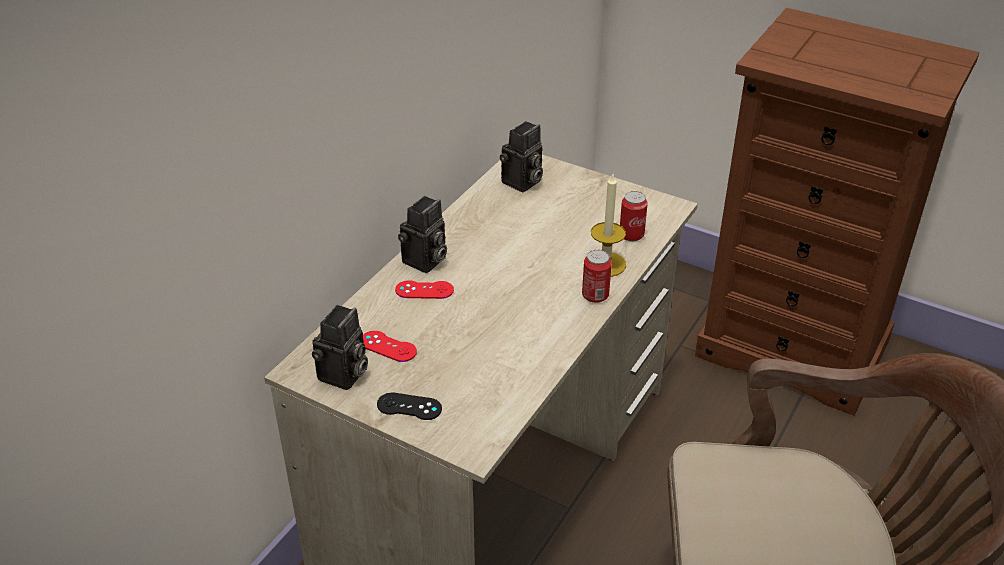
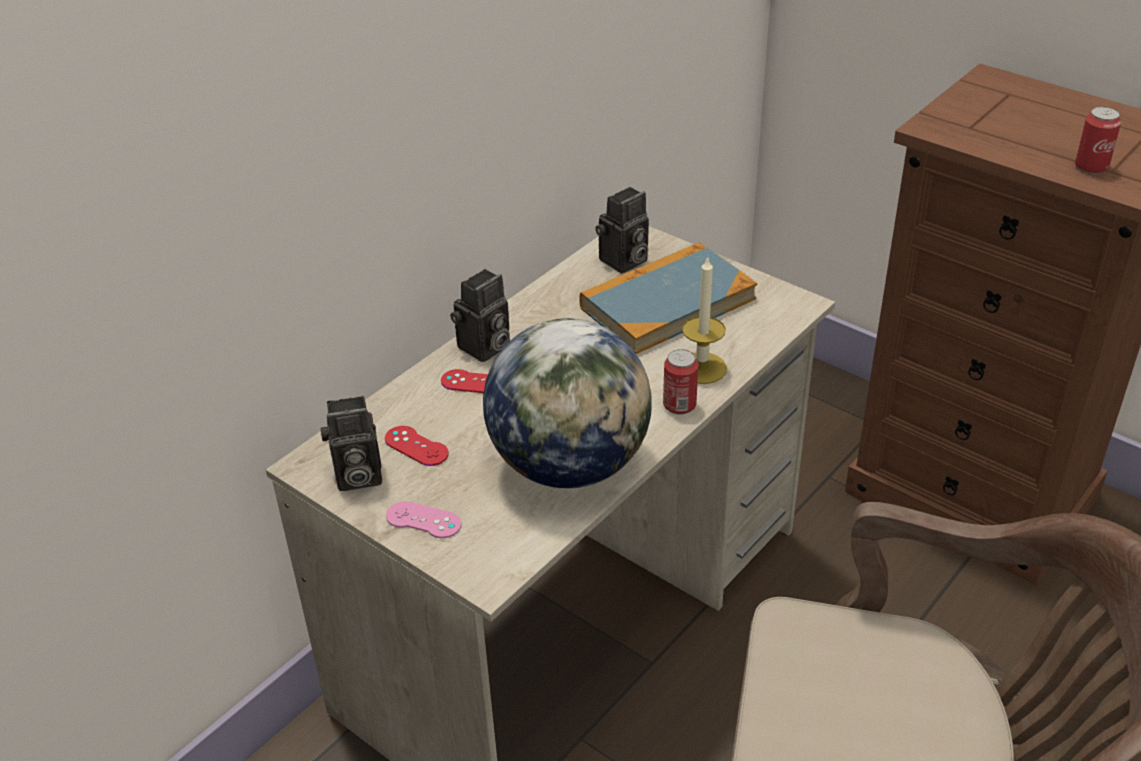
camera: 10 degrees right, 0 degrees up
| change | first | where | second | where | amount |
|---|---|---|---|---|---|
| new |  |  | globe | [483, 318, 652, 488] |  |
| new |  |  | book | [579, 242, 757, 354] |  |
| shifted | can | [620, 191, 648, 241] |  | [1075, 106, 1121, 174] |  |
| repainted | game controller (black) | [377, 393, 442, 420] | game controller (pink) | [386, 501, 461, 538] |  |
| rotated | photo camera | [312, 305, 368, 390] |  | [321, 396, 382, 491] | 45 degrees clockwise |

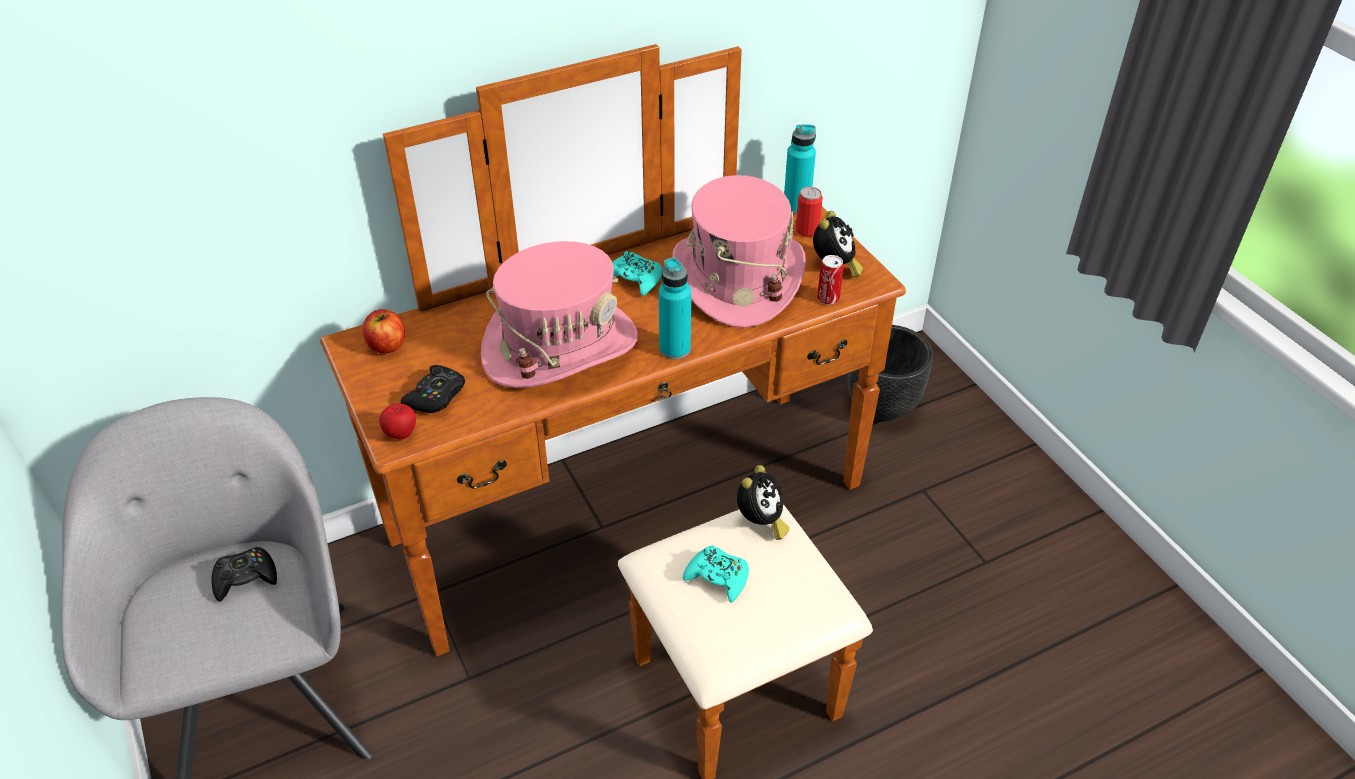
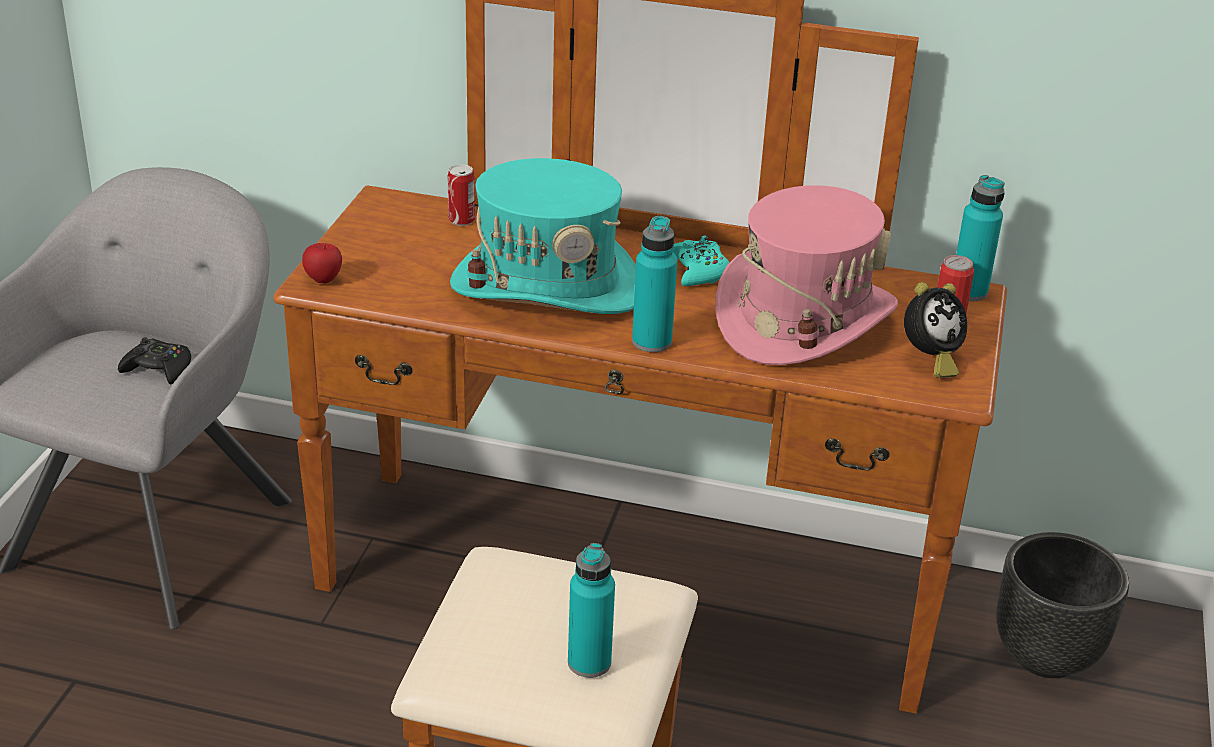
camera: 40 degrees right, 10 degrees down
| change | first | where | second | where | amount |
|---|---|---|---|---|---|
| gone | apple | [362, 309, 405, 354] |  |  |  |
| gone | game controller (black) | [400, 365, 465, 413] |  |  |  |
| gone | game controller (turquoise) | [683, 546, 749, 602] |  |  |  |
| gone | alarm clock | [737, 465, 789, 540] |  |  |  |
| new |  |  | bottle (turquoise) | [568, 543, 615, 678] |  |
| shifted | can | [817, 255, 844, 305] |  | [448, 164, 475, 226] |  |
| repainted | hat (pink) | [481, 241, 638, 388] | hat (turquoise) | [450, 158, 636, 314] |  |

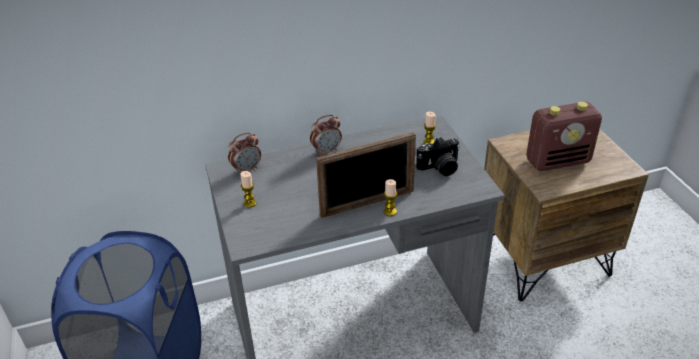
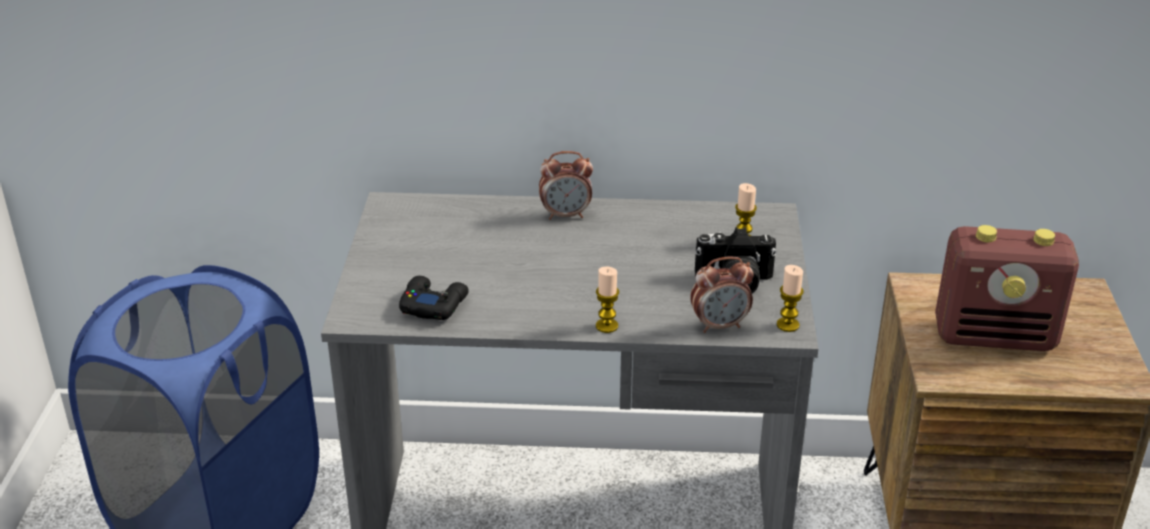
camera: 20 degrees right, 5 degrees down
| change | first | where | second | where | amount |
|---|---|---|---|---|---|
| gone | picture frame | [316, 132, 416, 218] |  |  |  |
| new |  |  | game controller (black) | [399, 276, 469, 320] |  |
| shifted | alarm clock | [228, 132, 261, 175] |  | [690, 256, 754, 333] |  |
| shifted | candle | [240, 171, 256, 208] |  | [777, 265, 804, 332] |  |

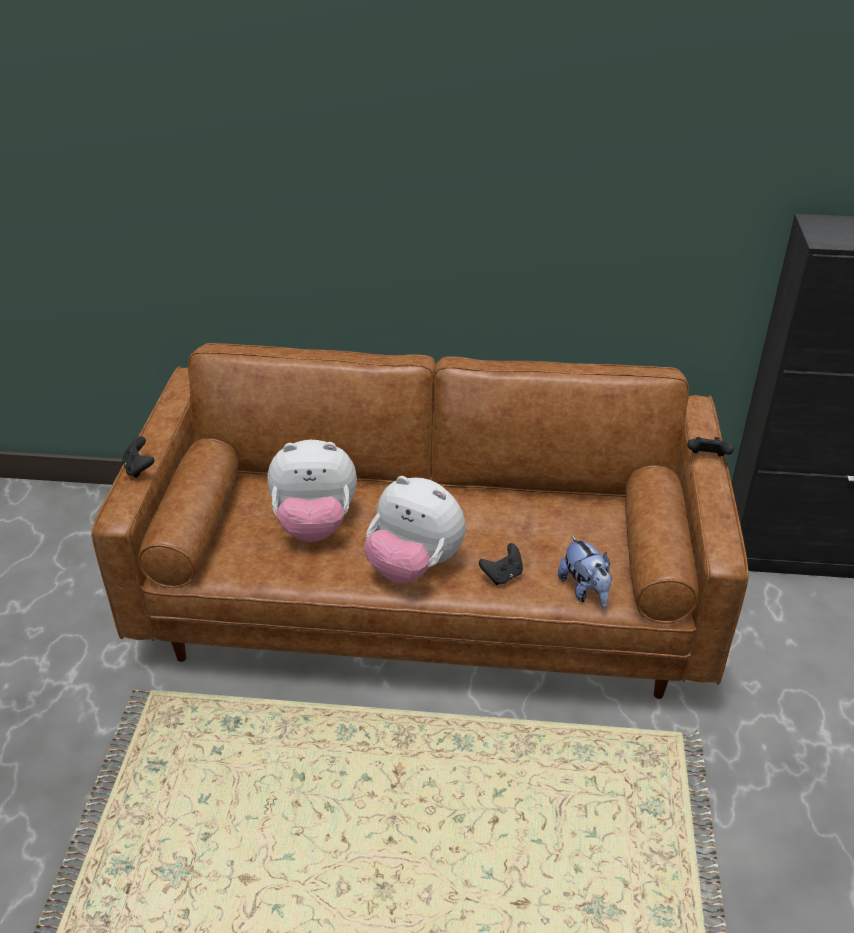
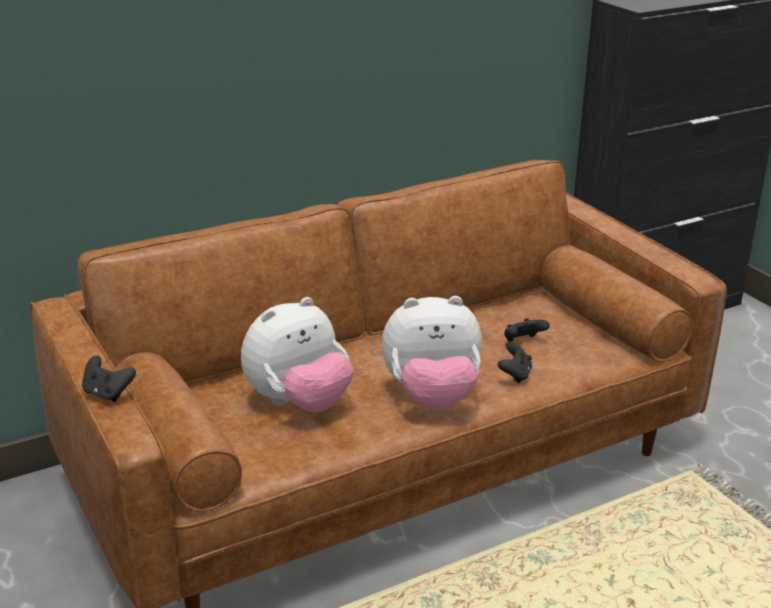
camera: 35 degrees left, 10 degrees down
| change | first | where | second | where | amount |
|---|---|---|---|---|---|
| gone | plush toy | [558, 535, 612, 608] |  |  |  |
| shifted | game controller (black) | [687, 437, 734, 457] |  | [504, 318, 550, 341] |  |

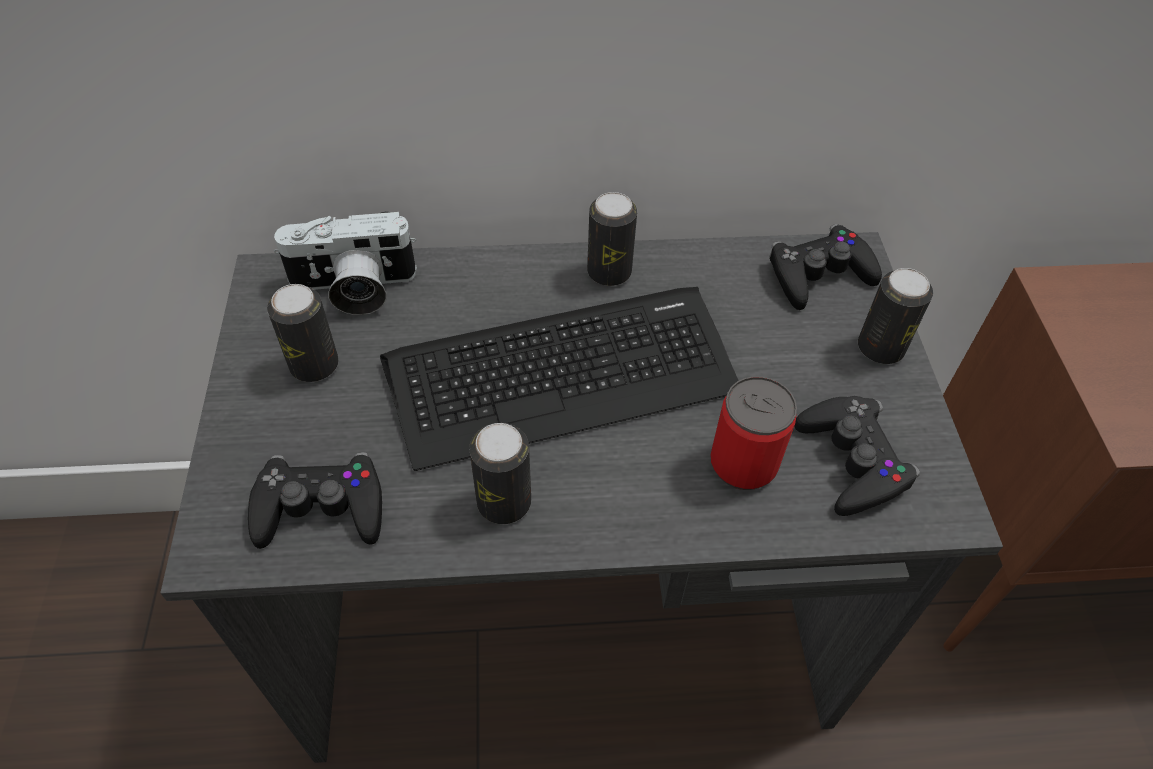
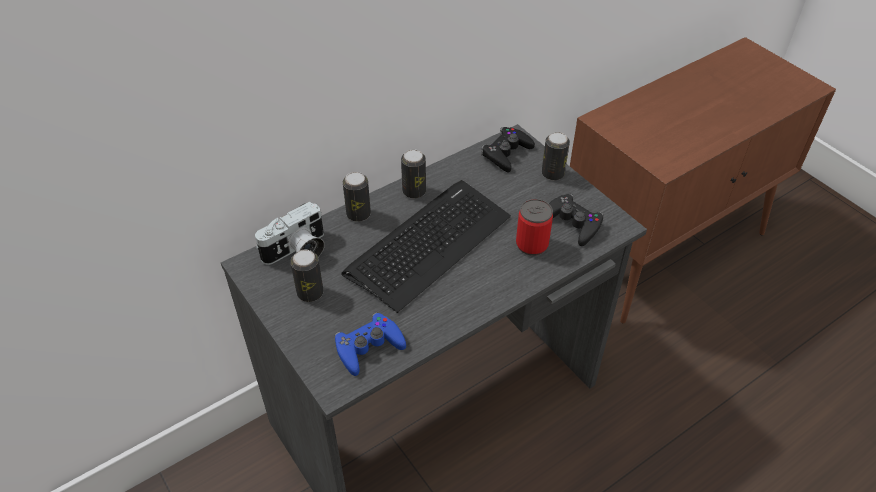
camera: 30 degrees left, 5 degrees down
| change | first | where | second | where | amount |
|---|---|---|---|---|---|
| shifted | can | [469, 423, 531, 524] |  | [343, 172, 371, 222] |  |
| repainted | game controller (black) | [248, 452, 382, 549] | game controller (blue) | [335, 312, 406, 376] |  |

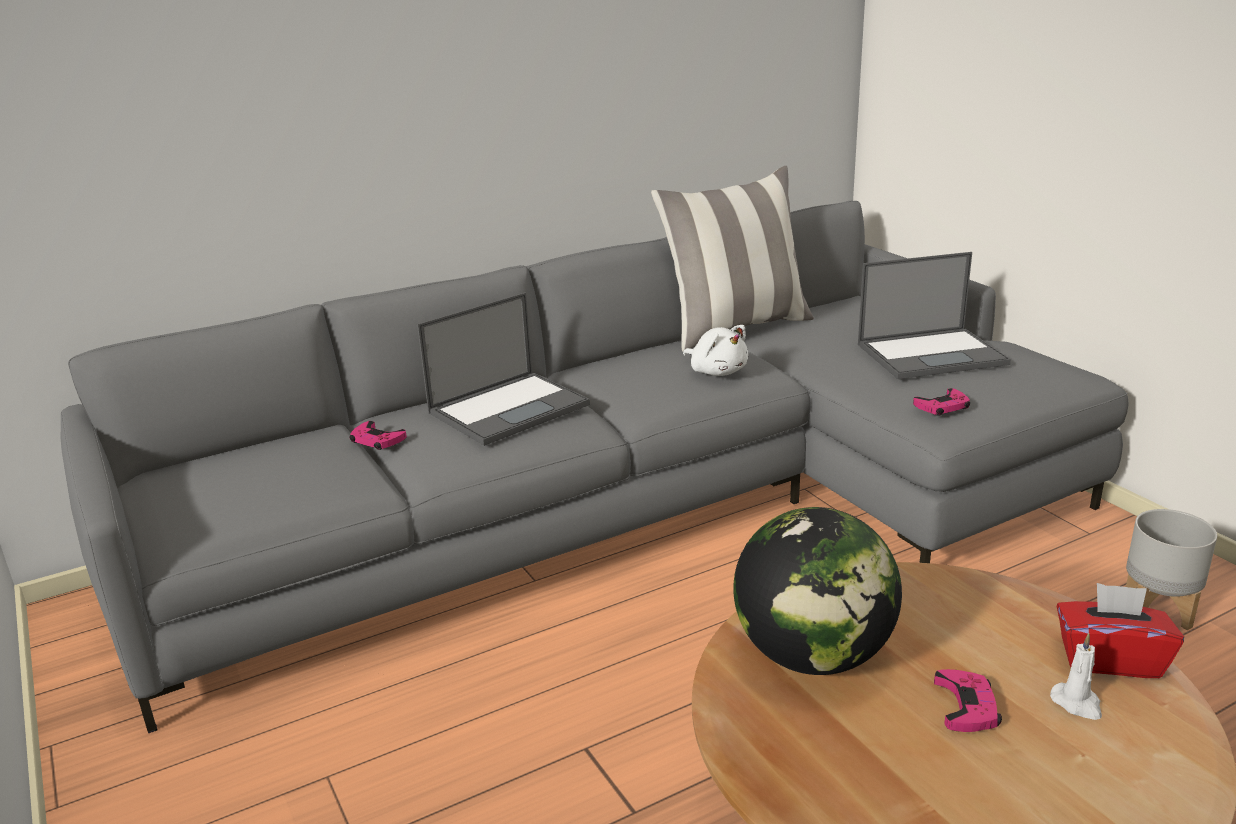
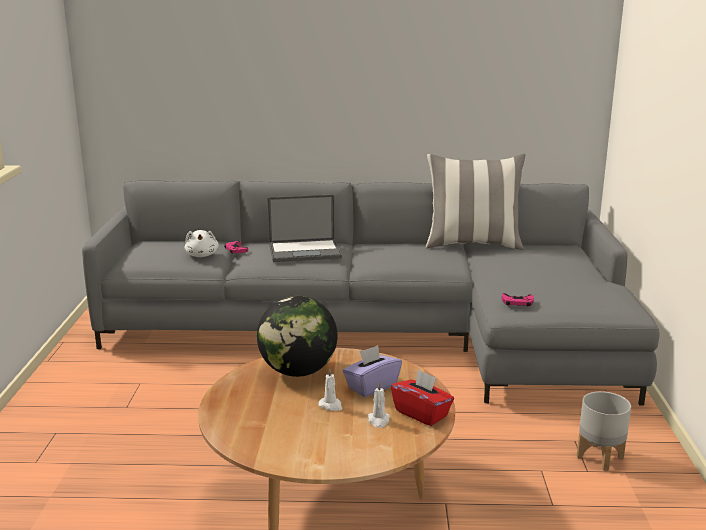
camera: 30 degrees right, 5 degrees down
| change | first | where | second | where | amount |
|---|---|---|---|---|---|
| gone | laptop | [858, 252, 1011, 379] |  |  |  |
| new |  |  | tissue box (purple) | [343, 345, 402, 397] |  |
| shifted | plush toy (white) | [683, 325, 748, 376] |  | [185, 230, 219, 257] |  |
| swapped | game controller (pink) | [934, 669, 1002, 732] | candle (white) | [318, 368, 342, 411] |  |

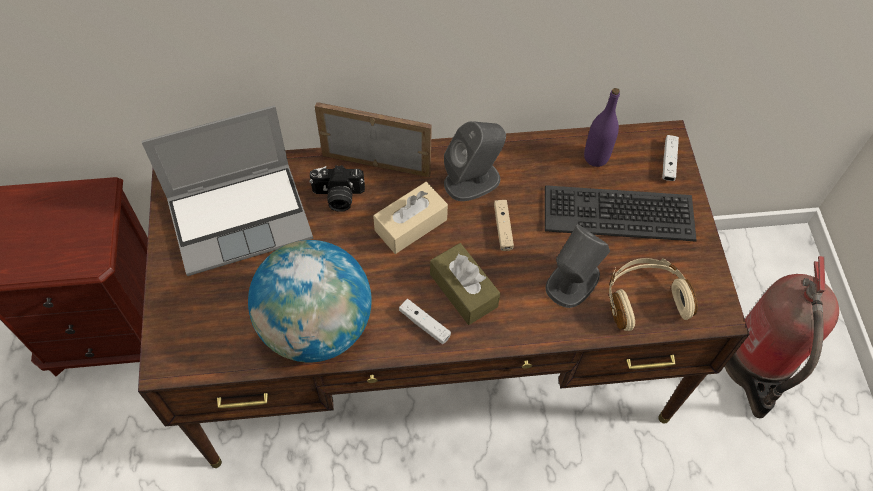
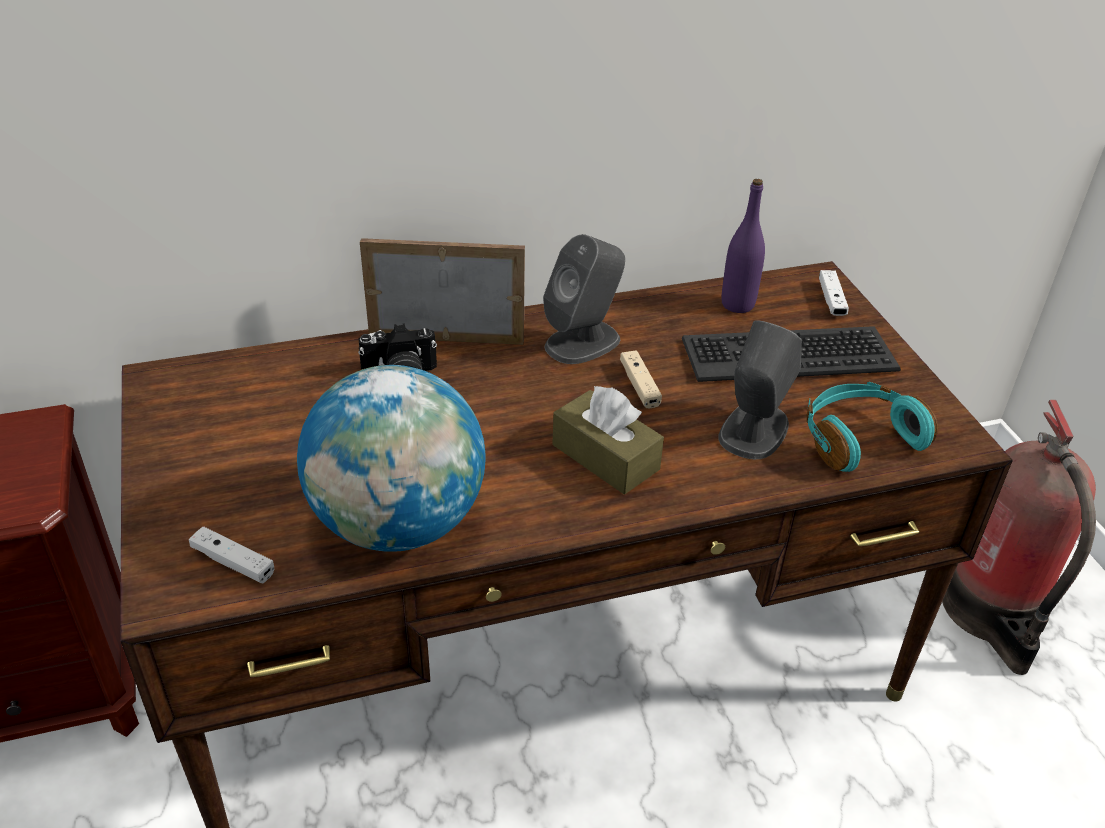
camera: 10 degrees left, 20 degrees down
| change | first | where | second | where | amount |
|---|---|---|---|---|---|
| gone | laptop | [141, 105, 313, 276] |  |  |  |
| gone | tissue box (beige) | [373, 182, 448, 254] |  |  |  |
| shifted | game controller (white) | [399, 299, 451, 344] |  | [189, 526, 274, 583] |  |
| repainted | headphones (beige) | [609, 258, 698, 331] | headphones (turquoise) | [807, 382, 938, 472] |  |

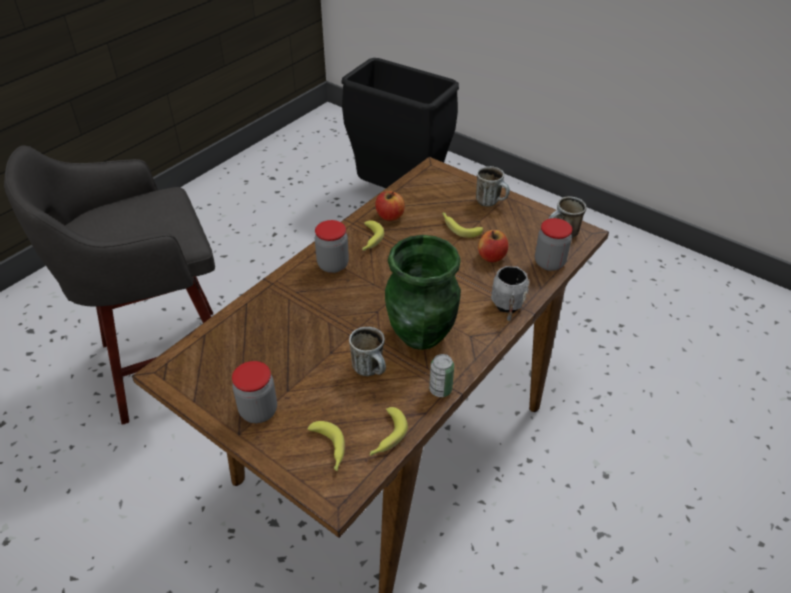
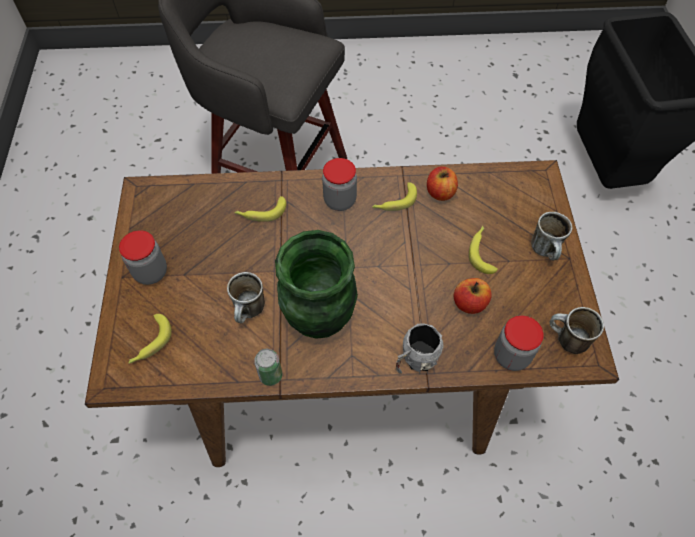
camera: 50 degrees right, 15 degrees up
| change | first | where | second | where | amount |
|---|---|---|---|---|---|
| shifted | banana | [370, 407, 408, 456] |  | [234, 196, 286, 222] |  |

